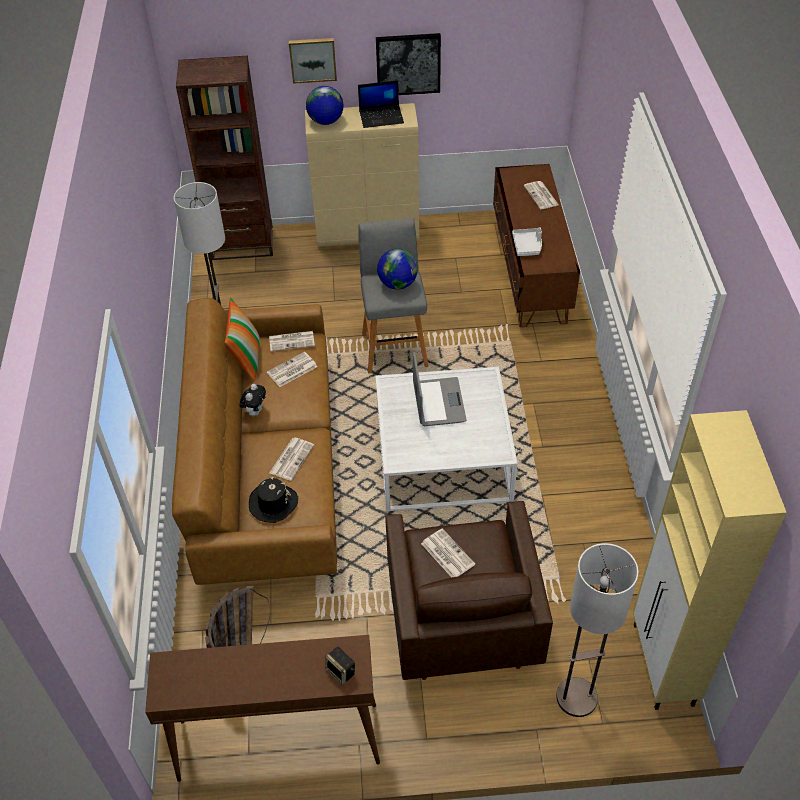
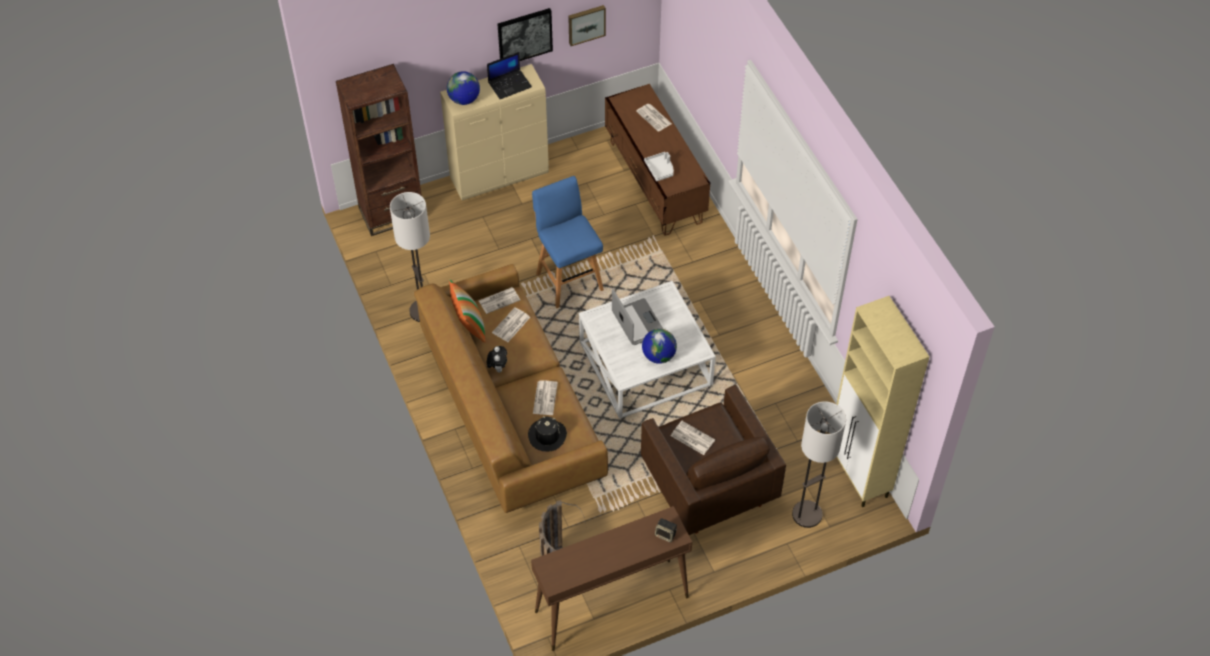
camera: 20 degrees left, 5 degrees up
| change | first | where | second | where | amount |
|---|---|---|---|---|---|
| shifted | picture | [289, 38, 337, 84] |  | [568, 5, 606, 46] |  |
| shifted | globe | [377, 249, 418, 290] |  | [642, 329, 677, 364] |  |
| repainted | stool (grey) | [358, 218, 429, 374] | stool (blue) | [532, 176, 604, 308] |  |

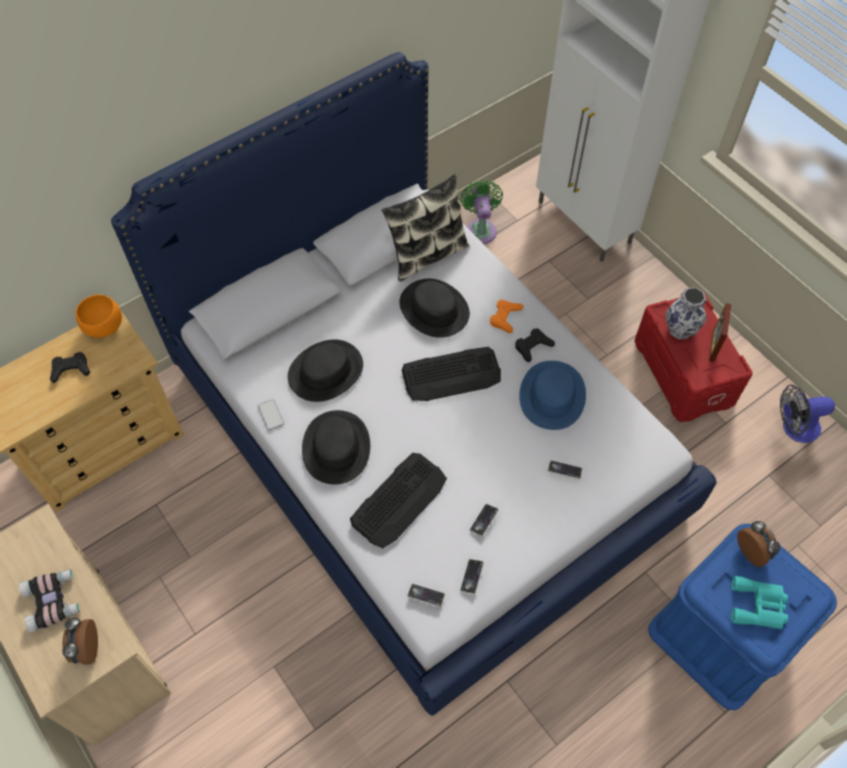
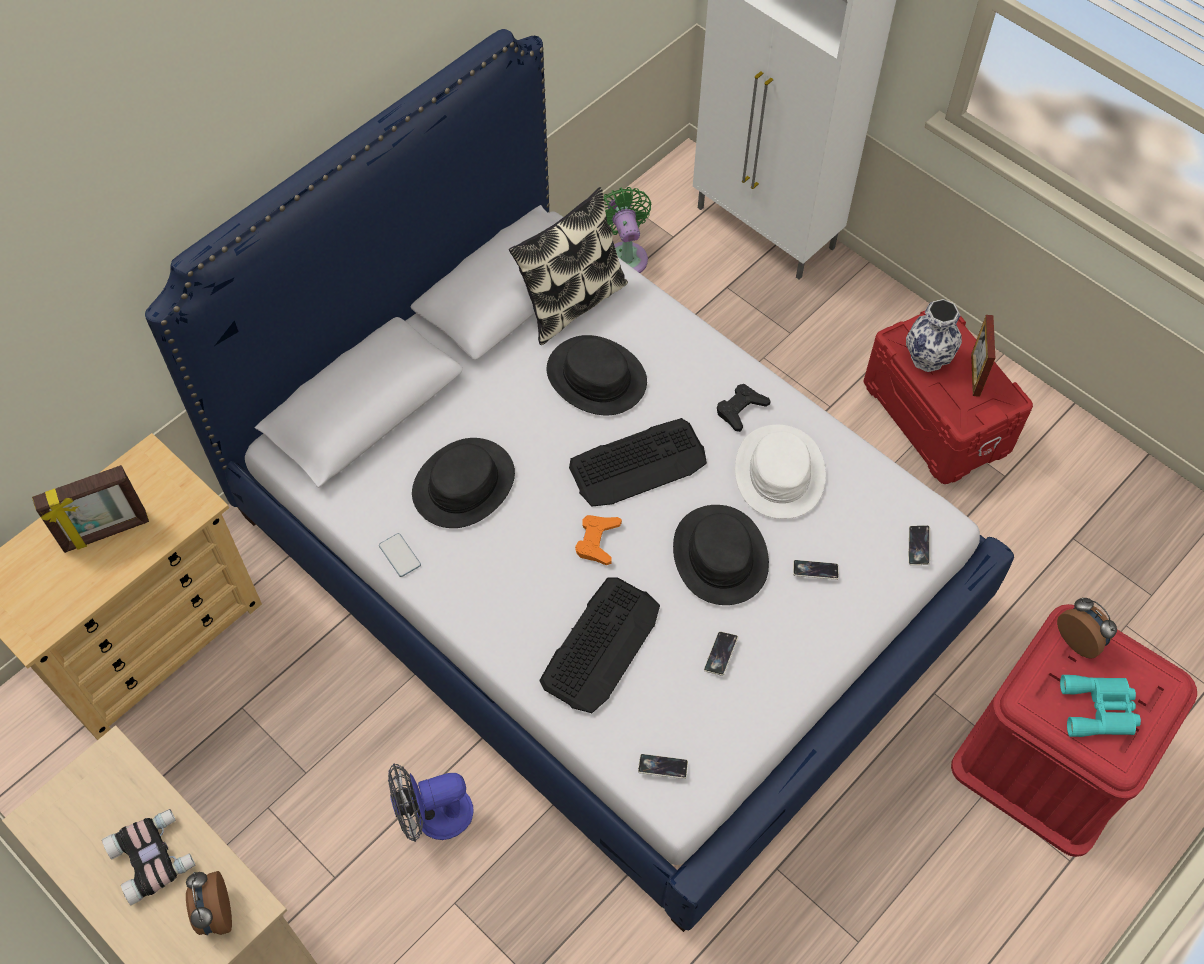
camera: 10 degrees left, 0 degrees up
| change | first | where | second | where | amount |
|---|---|---|---|---|---|
| gone | bowl (orange) | [75, 295, 122, 338] |  |  |  |
| shifted | hat (black) | [302, 410, 370, 485] |  | [673, 505, 769, 605] |  |
| shifted | phone | [460, 559, 484, 594] |  | [908, 525, 930, 565] |  |
| shifted | game controller (orange) | [490, 300, 524, 333] |  | [575, 515, 622, 565] |  |
| shifted | fan | [780, 385, 835, 443] |  | [388, 763, 474, 842] |  |
| swapped | game controller (black) | [50, 352, 90, 383] | picture frame | [32, 465, 149, 553] |  |
| repainted | hat (blue) | [519, 361, 586, 430] | hat (white) | [735, 425, 826, 519] |  |
| repainted | storage box (blue) | [648, 524, 837, 710] | storage box (red) | [951, 604, 1197, 857] |  |

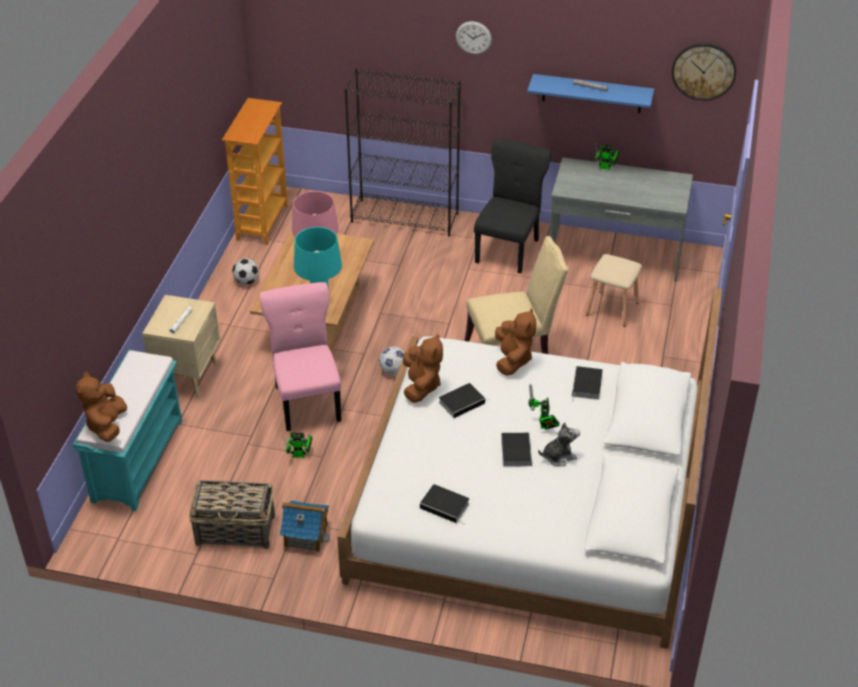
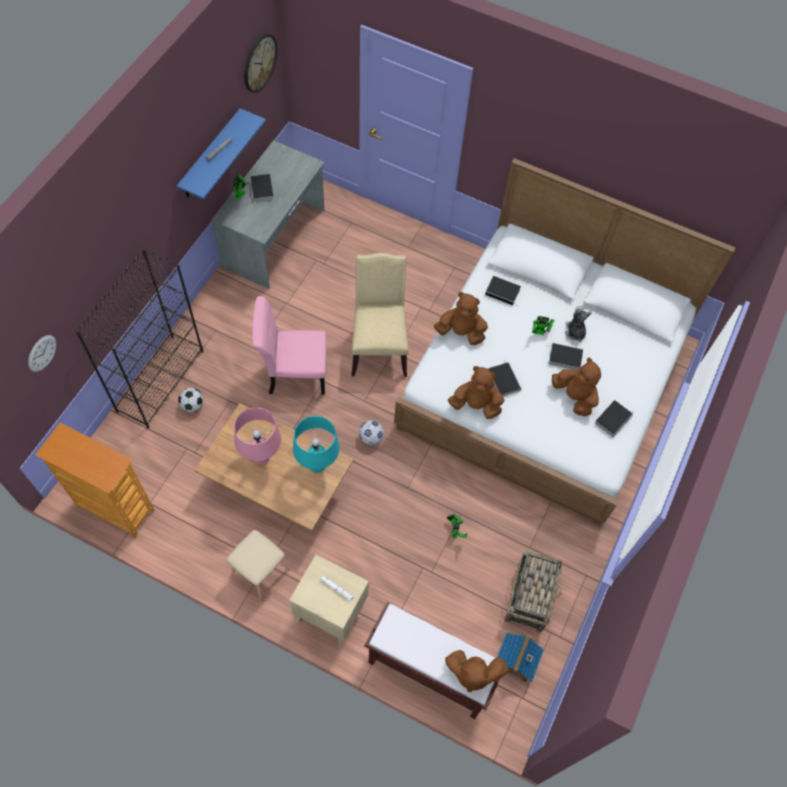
camera: 80 degrees left, 20 degrees up
| change | first | where | second | where | amount |
|---|---|---|---|---|---|
| gone | chair (black) | [474, 139, 551, 274] |  |  |  |
| new |  |  | book | [250, 174, 274, 206] |  |
| new |  |  | plush toy (brown) | [552, 358, 601, 416] |  |
| shifted | football | [232, 258, 259, 285] |  | [178, 388, 204, 412] |  |
| shifted | chair (pink) | [260, 282, 341, 431] |  | [252, 296, 327, 395] |  |
| shifted | toy house | [280, 500, 330, 552] |  | [497, 632, 544, 682] |  |
| shifted | wall clock | [456, 21, 492, 55] |  | [28, 335, 56, 372] |  |
| shifted | stool (beige) | [586, 254, 642, 327] |  | [227, 530, 290, 601] |  |
| repainted | bench (turquoise) | [73, 350, 182, 511] | bench (brown) | [364, 602, 507, 719] |  |

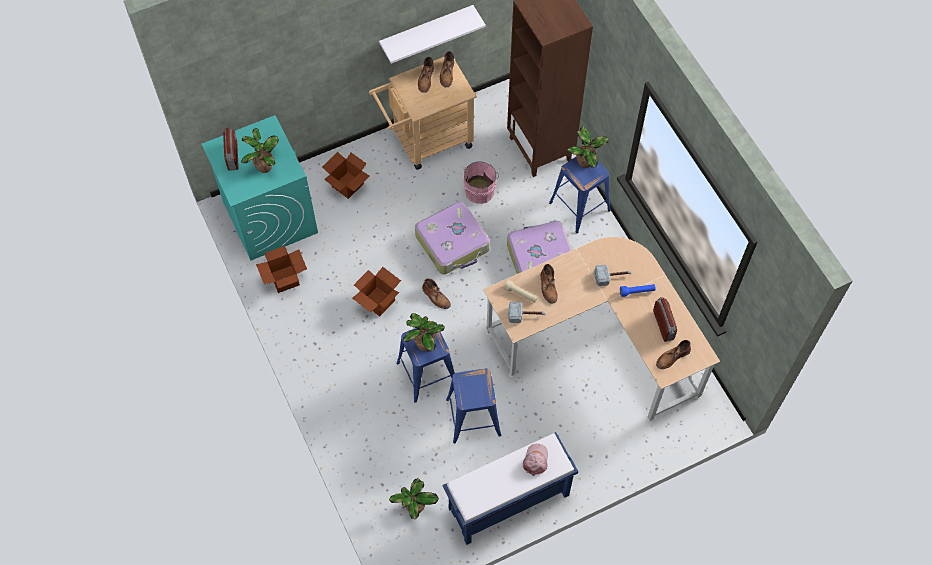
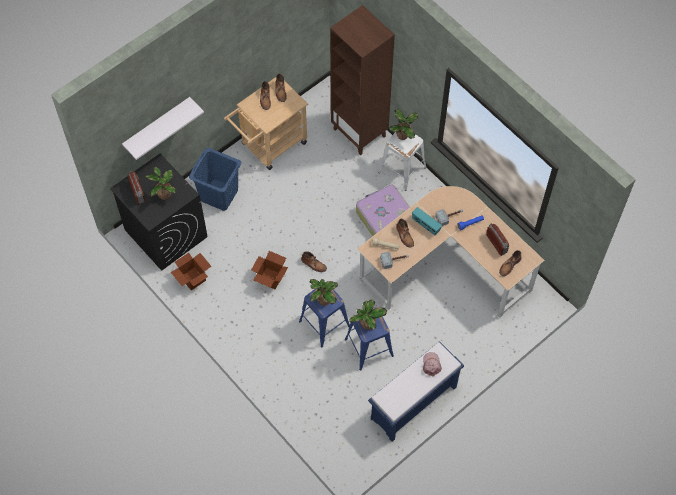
camera: 15 degrees left, 0 degrees up
| change | first | where | second | where | amount |
|---|---|---|---|---|---|
| gone | suitcase | [415, 201, 490, 275] |  |  |  |
| gone | bucket (pink) | [463, 161, 499, 204] |  |  |  |
| new |  |  | radio | [412, 207, 442, 235] |  |
| shifted | shelf (white) | [379, 5, 486, 64] |  | [122, 97, 204, 160] |  |
| shifted | potted plant | [389, 478, 439, 519] |  | [349, 300, 387, 330] |  |
| swapped | cardboard box | [322, 152, 370, 199] | laundry basket (blue) | [189, 148, 241, 211] |  |
| repainted | washing machine (turquoise) | [202, 115, 318, 261] | washing machine (black) | [110, 154, 208, 271] |  |
| repainted | stool (blue) | [549, 156, 611, 233] | stool (white) | [378, 132, 426, 191] |  |

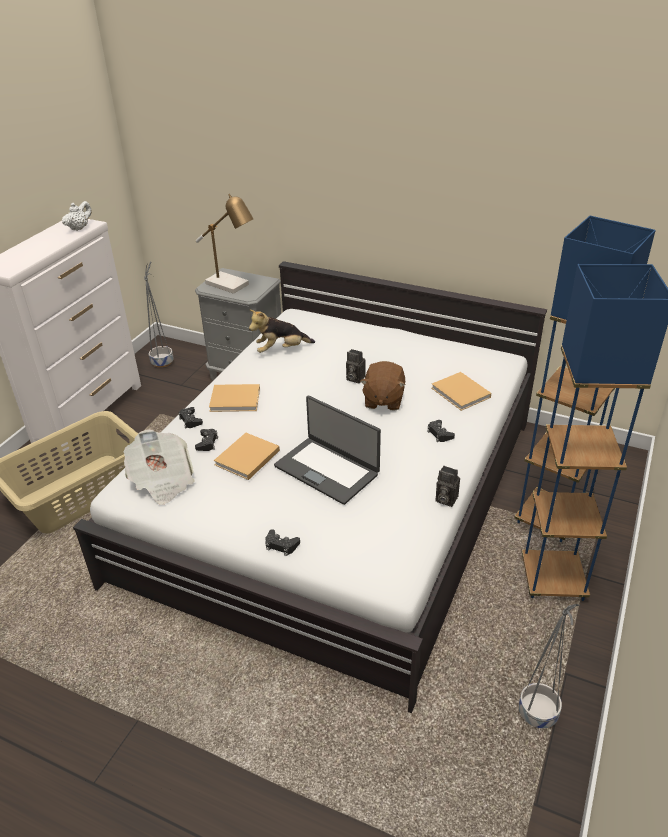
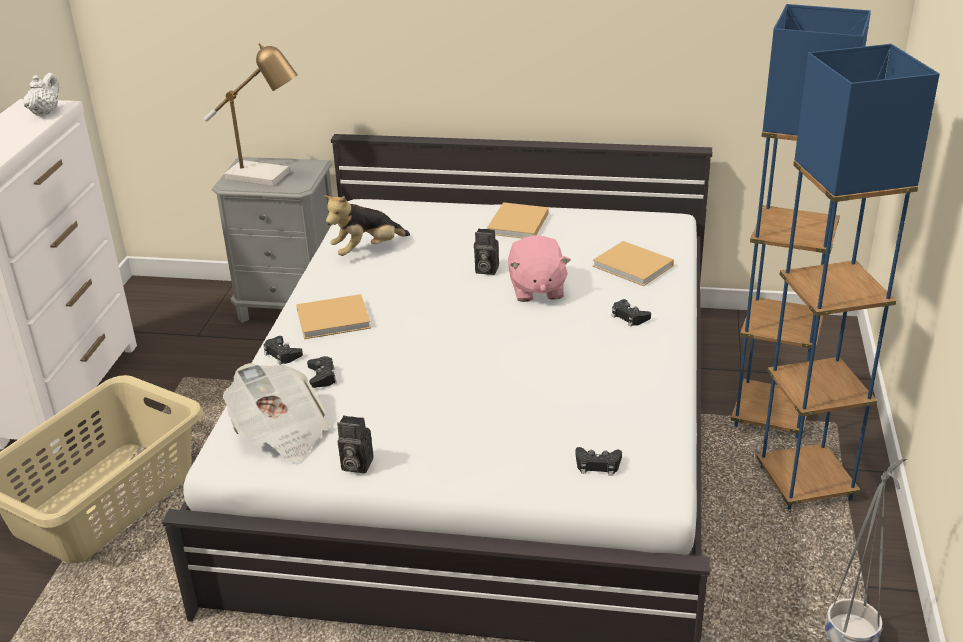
camera: 15 degrees left, 5 degrees down
| change | first | where | second | where | amount |
|---|---|---|---|---|---|
| gone | planter (grey) | [144, 262, 174, 368] |  |  |  |
| gone | laptop | [274, 396, 381, 505] |  |  |  |
| shifted | book (beige) | [214, 433, 280, 480] |  | [487, 202, 549, 239] |  |
| shifted | game controller (black) | [265, 529, 300, 556] |  | [575, 447, 622, 476] |  |
| shifted | photo camera | [436, 466, 460, 507] |  | [337, 416, 373, 473] |  |
| repainted | plush toy (brown) | [360, 361, 405, 411] | plush toy (pink) | [508, 235, 571, 302] |  |

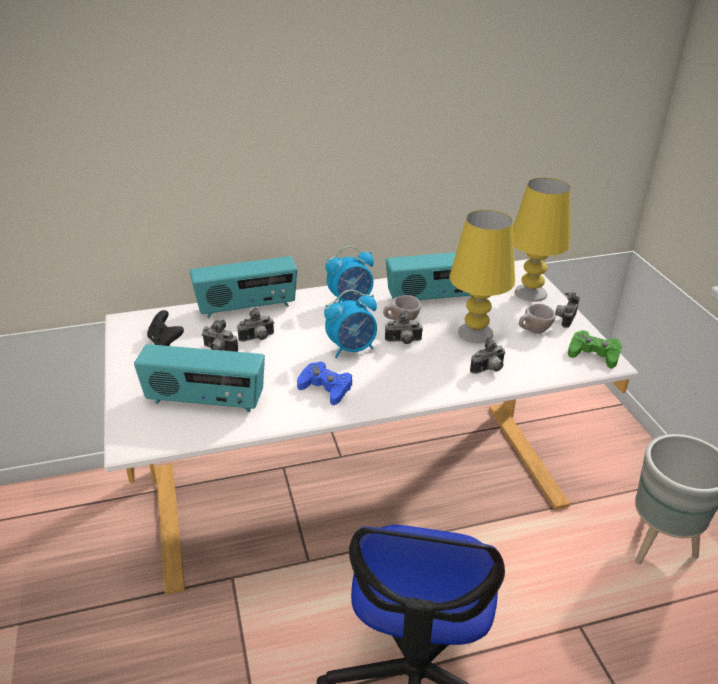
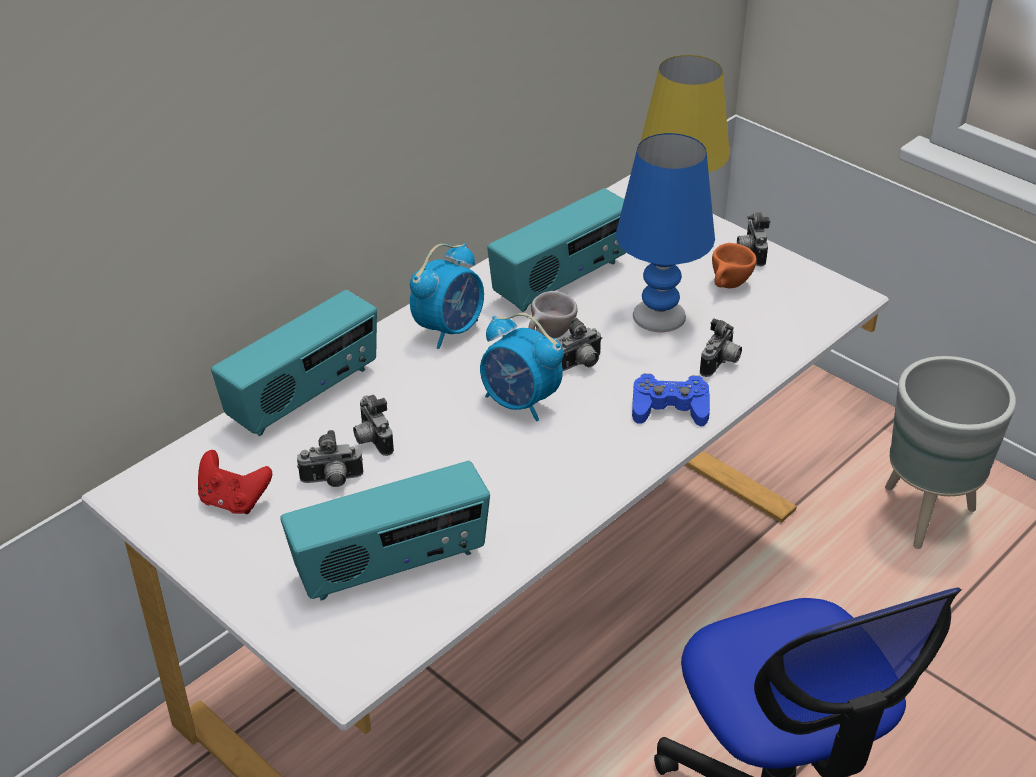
camera: 30 degrees left, 5 degrees up
| change | first | where | second | where | amount |
|---|---|---|---|---|---|
| gone | game controller (green) | [568, 330, 622, 368] |  |  |  |
| shifted | game controller (blue) | [297, 362, 352, 405] |  | [632, 374, 710, 427] |  |
| repainted | game controller (black) | [147, 310, 184, 346] | game controller (red) | [198, 450, 272, 514] |  |
| repainted | table lamp (yellow) | [449, 210, 515, 343] | table lamp (blue) | [616, 133, 715, 332] |  |
| repainted | cup (beige) | [519, 304, 556, 334] | cup (orange) | [712, 243, 757, 288] |  |
| rotated | photo camera | [237, 307, 274, 342] |  | [353, 395, 394, 456] | 120 degrees clockwise |
| rotated | alarm clock | [324, 290, 377, 358] |  | [480, 313, 564, 421] | 90 degrees clockwise |

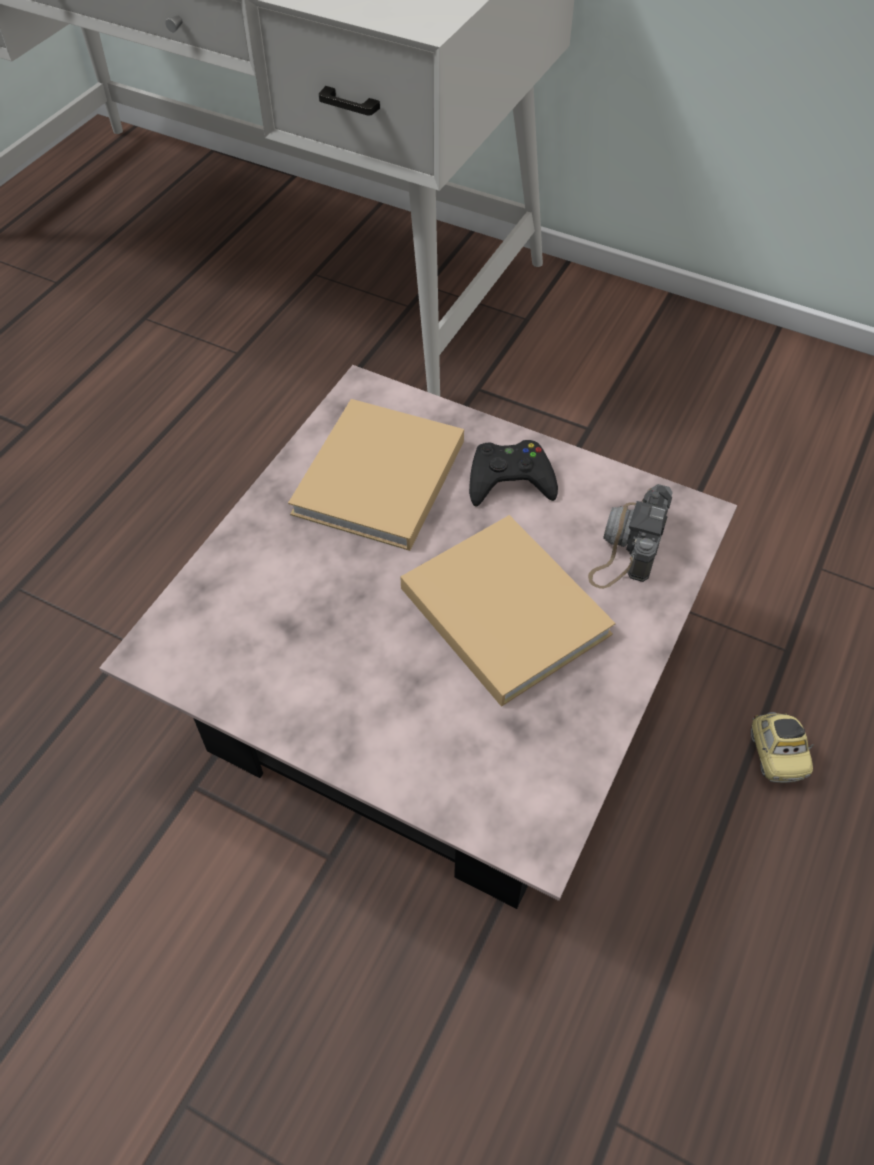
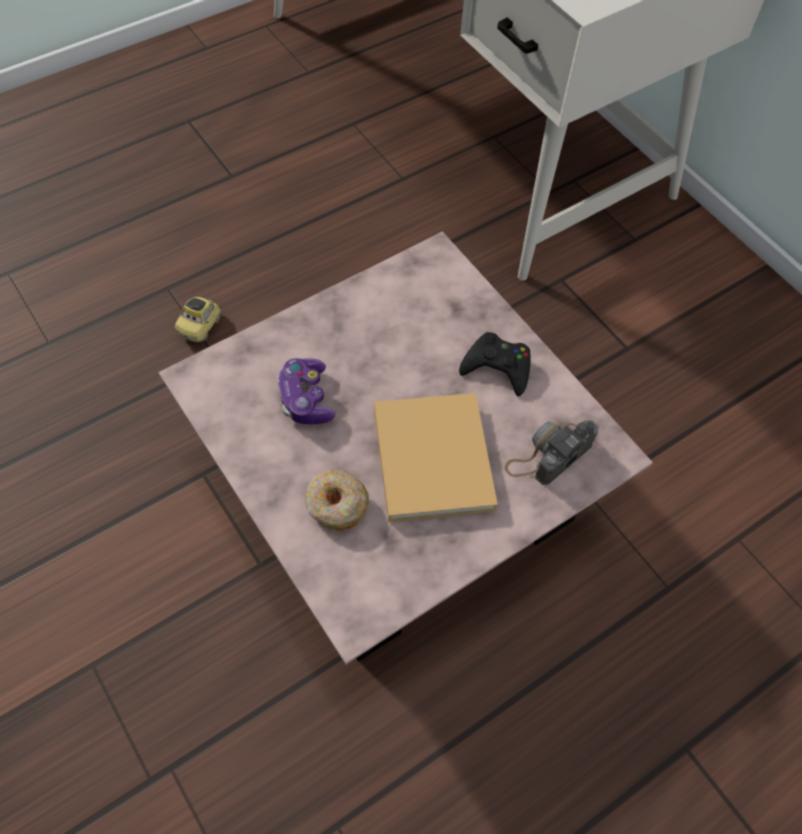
camera: 25 degrees right, 5 degrees up
| change | first | where | second | where | amount |
|---|---|---|---|---|---|
| gone | book (beige) | [288, 399, 464, 551] |  |  |  |
| new |  |  | game controller | [277, 358, 336, 424] |  |
| new |  |  | donut | [305, 470, 369, 531] |  |
| shifted | toy car | [751, 712, 814, 783] |  | [175, 297, 221, 342] |  |

